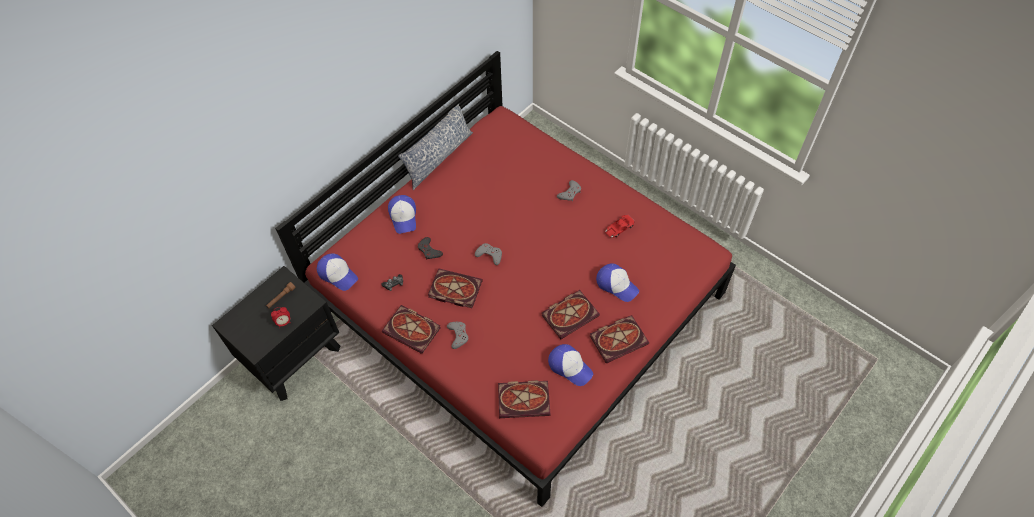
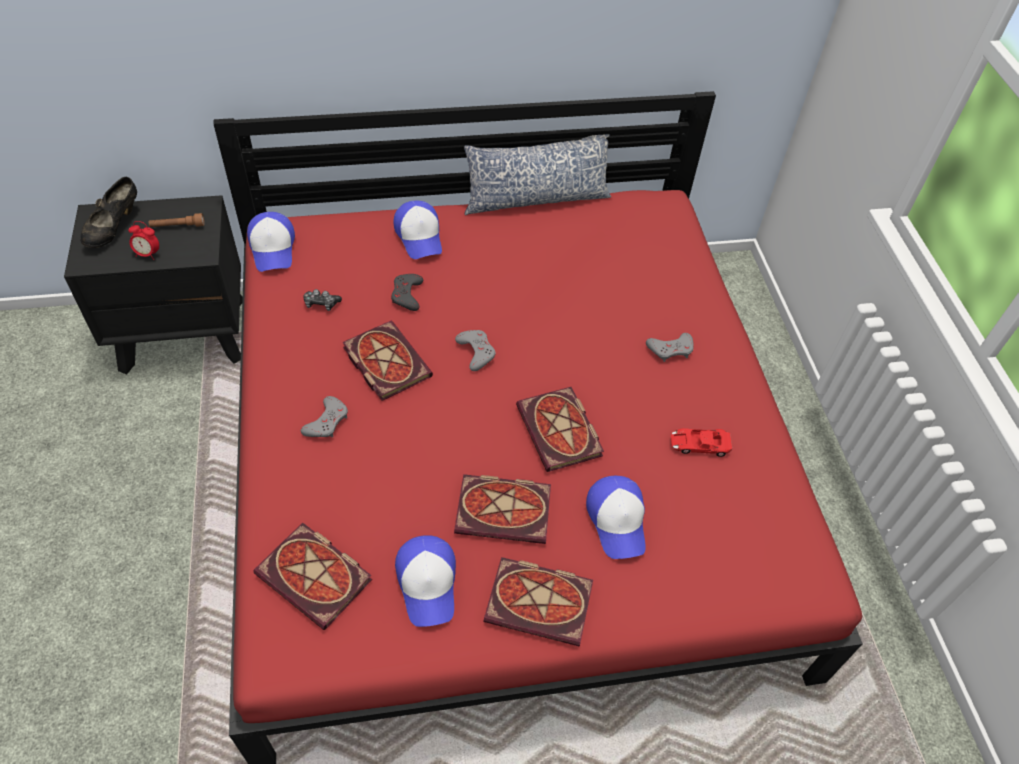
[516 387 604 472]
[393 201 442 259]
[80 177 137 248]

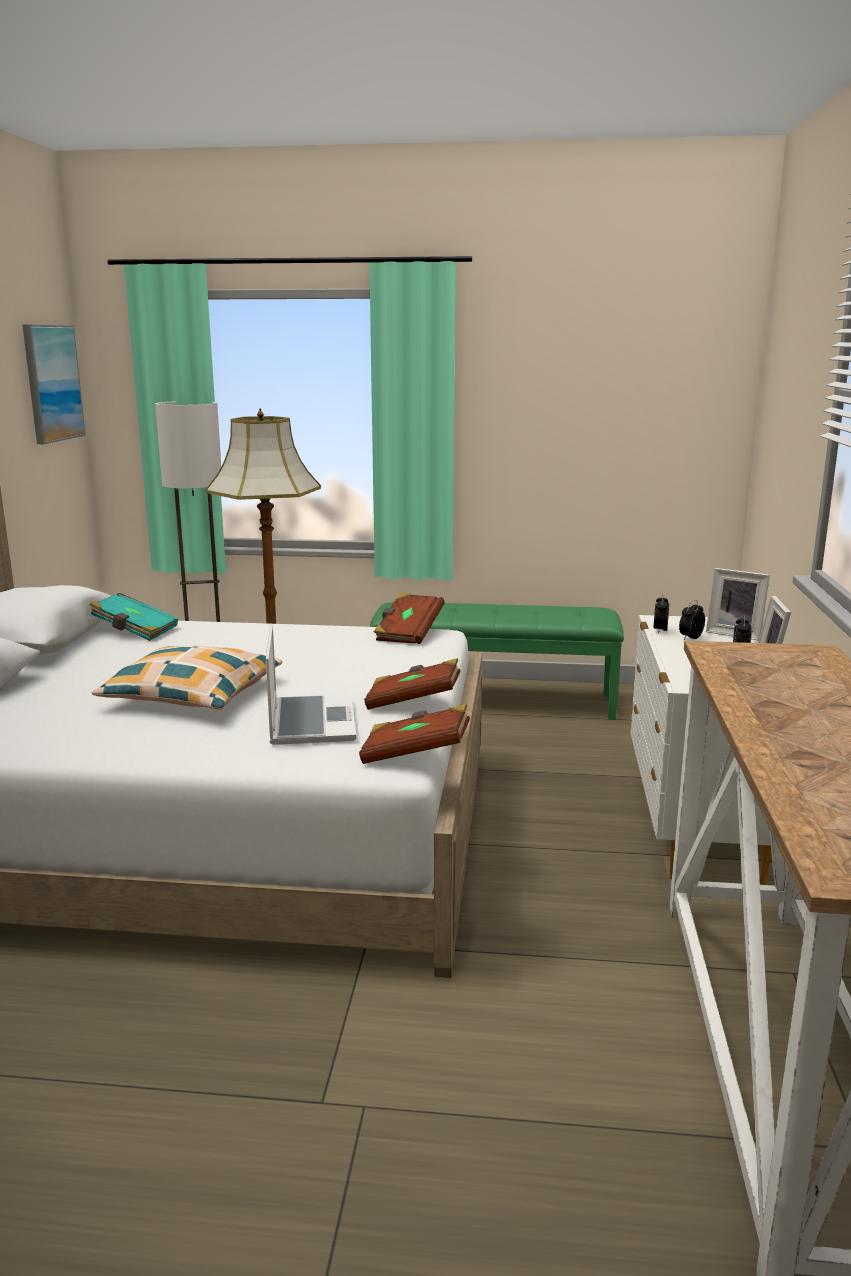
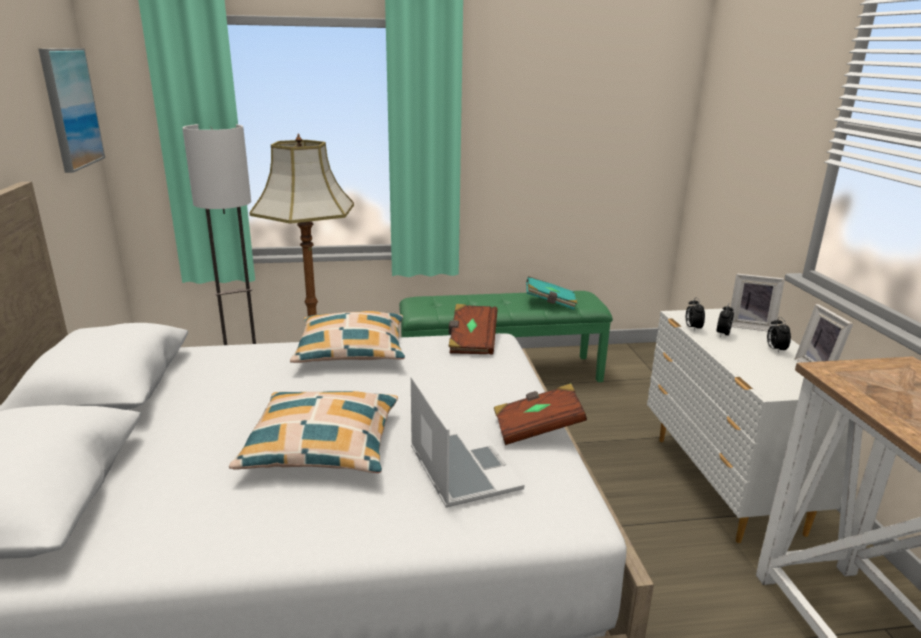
[526 276 578 310]
[359 704 470 764] (first image)
[290 311 405 363]

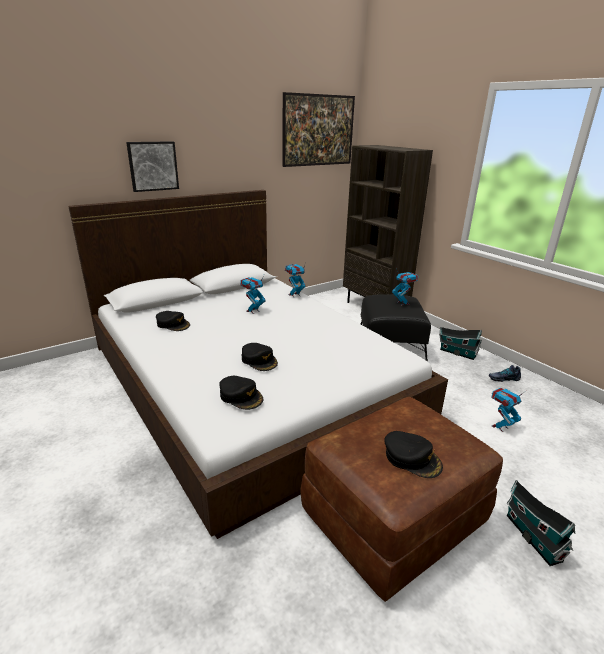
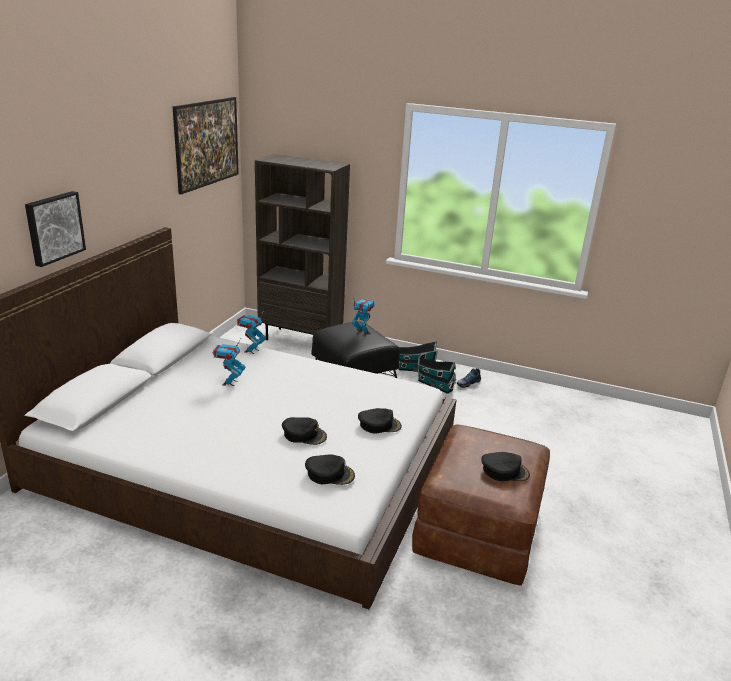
[358 408 402 434]
[491 388 526 432] (first image)
[417 356 456 394]

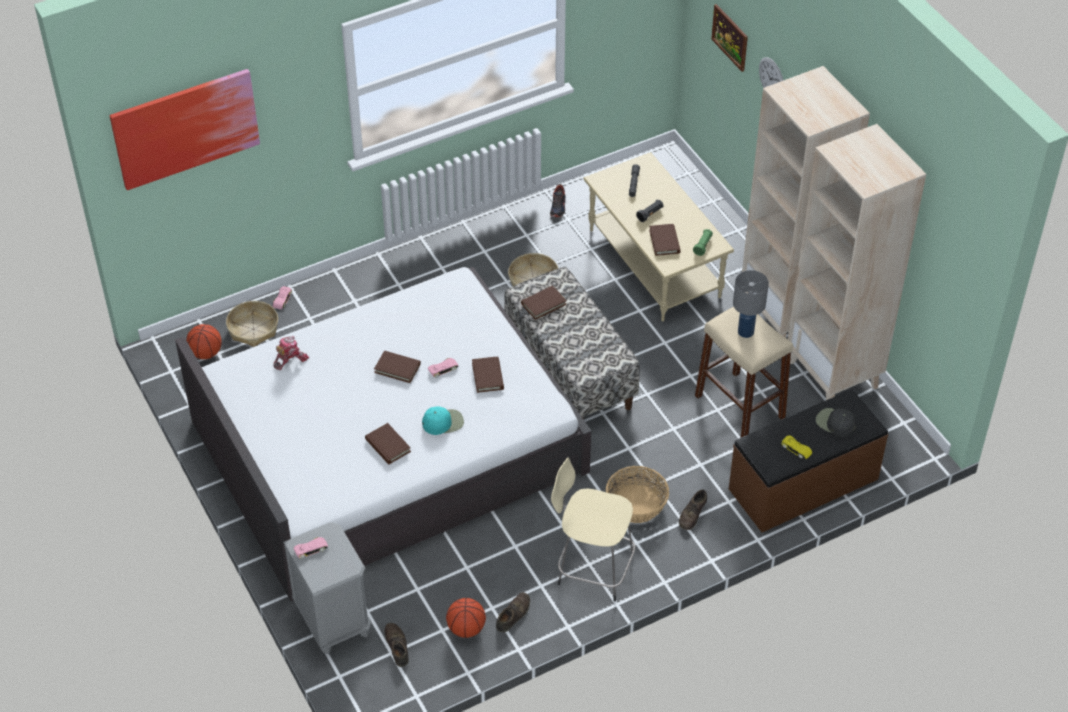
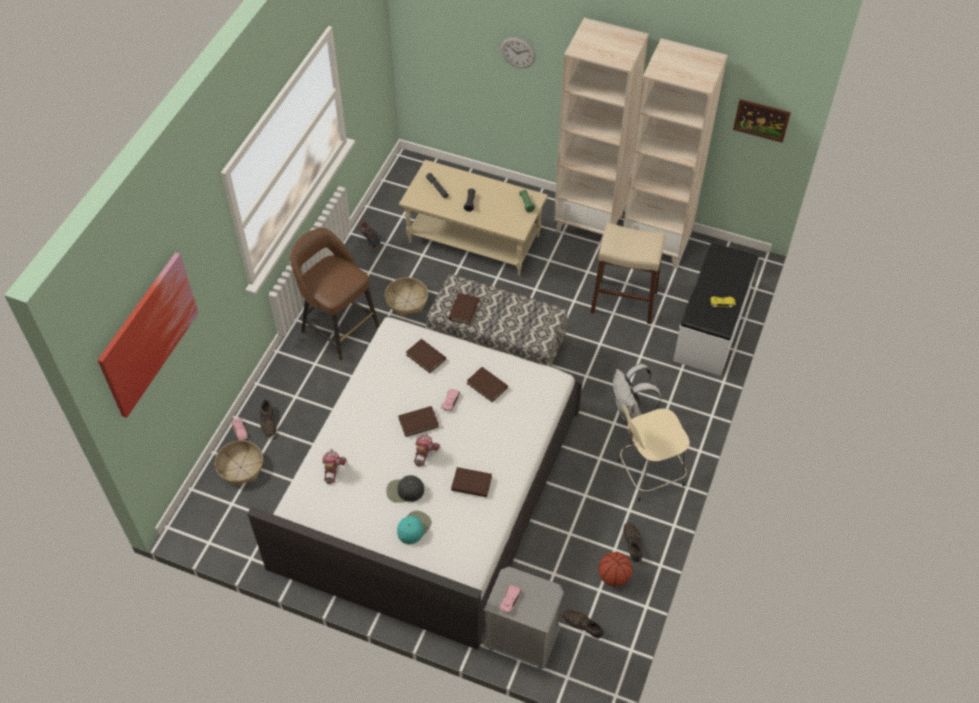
[186 324 221 359] (first image)
[397 511 431 544]
[613 364 661 422]
[406 339 446 373]
[260 400 276 437]
[733 99 791 143]
[673 242 759 376]
[733 270 769 338] (first image)
[386 475 424 503]
[289 228 379 361]
[414 433 440 467]

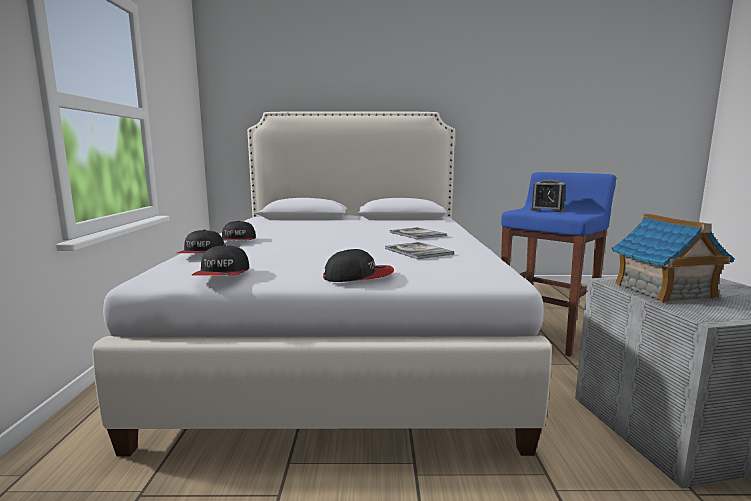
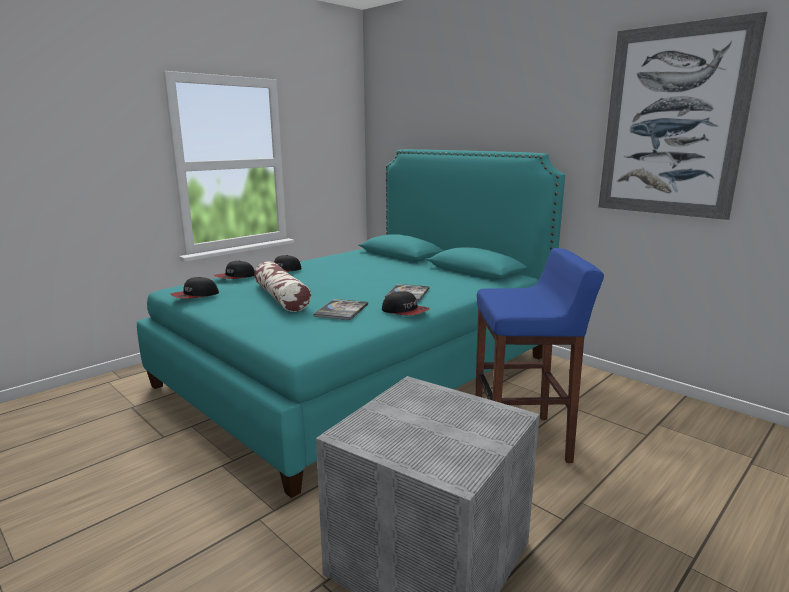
[137 149 565 498]
[382 291 430 315]
[530 180 566 212] (first image)
[612 214 735 303] (first image)
[254 262 311 312]
[598 11 767 220]

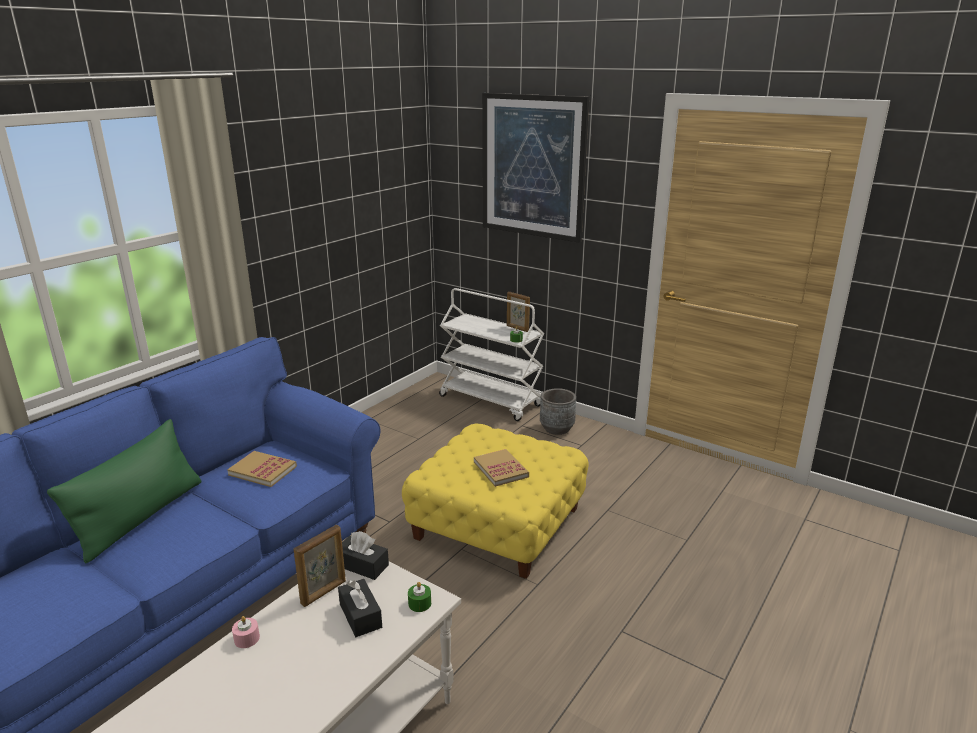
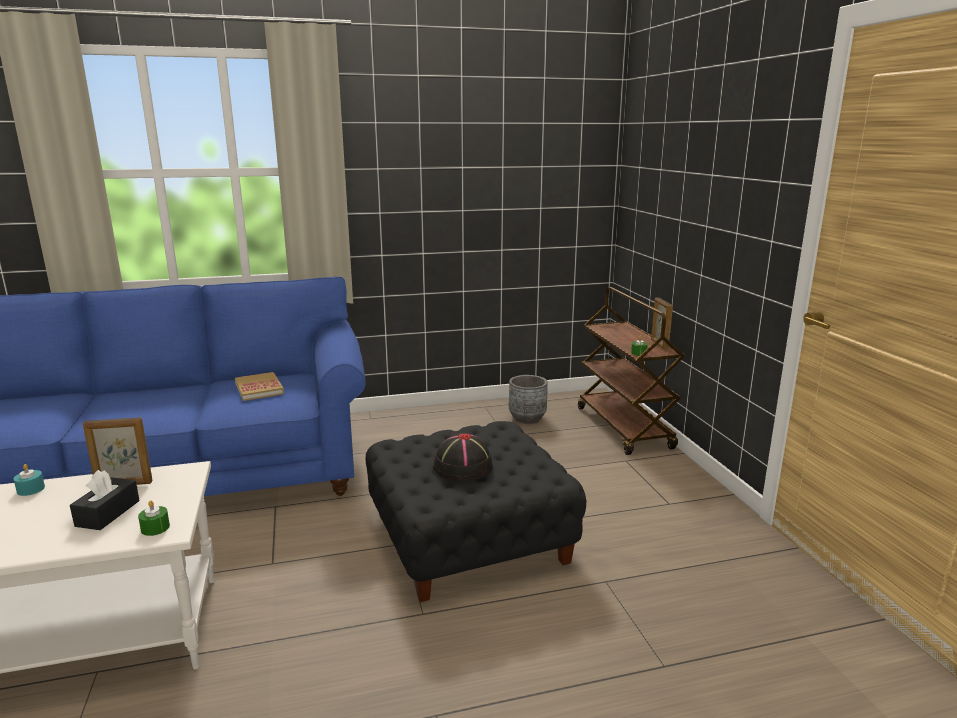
[47 419 201 564] (first image)
[13 464 45 496]
[342 531 389 580] (first image)
[365 421 586 602]
[578 287 685 455]
[433 433 493 481]
[482 93 589 243] (first image)
[509 375 548 424]

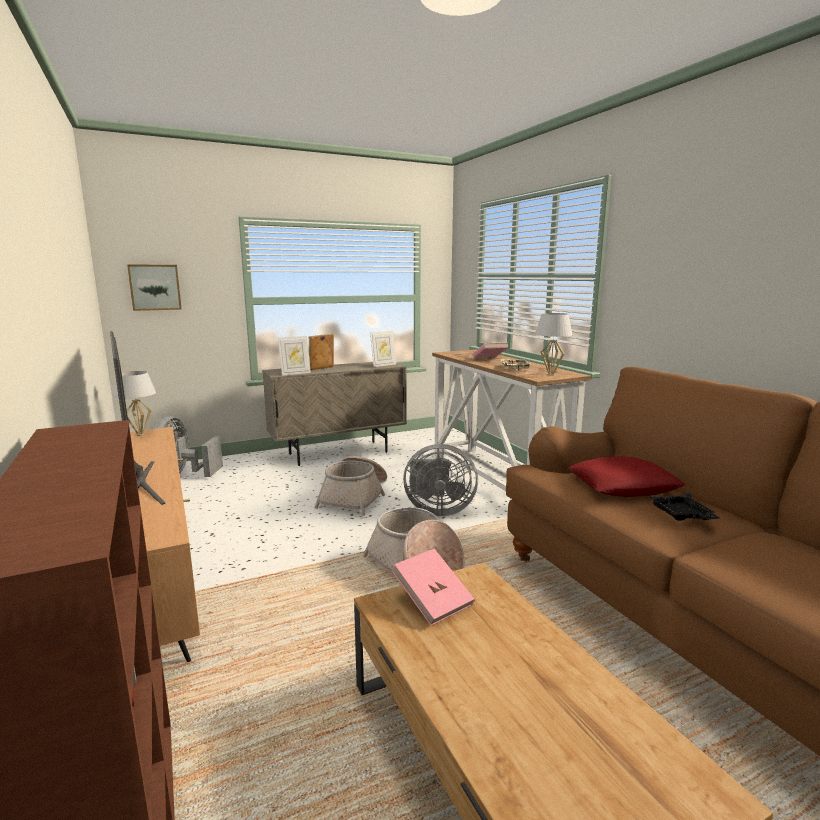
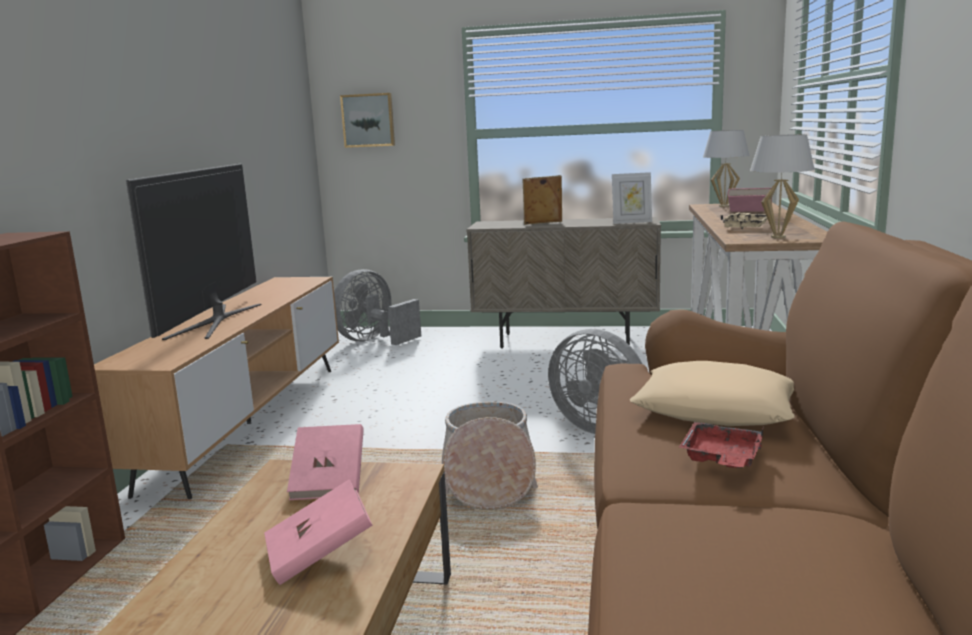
[703 130 749 207]
[278 336 311 376] (first image)
[314 456 387 516] (first image)
[630 361 795 426]
[679 422 764 468]
[264 479 372 585]

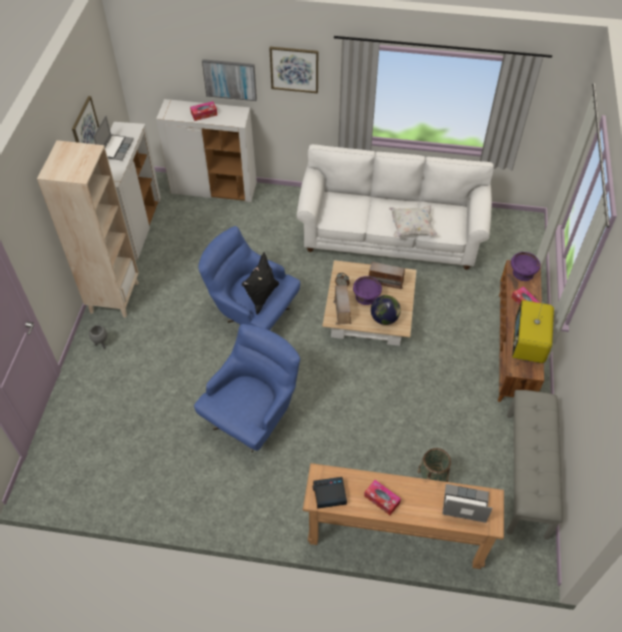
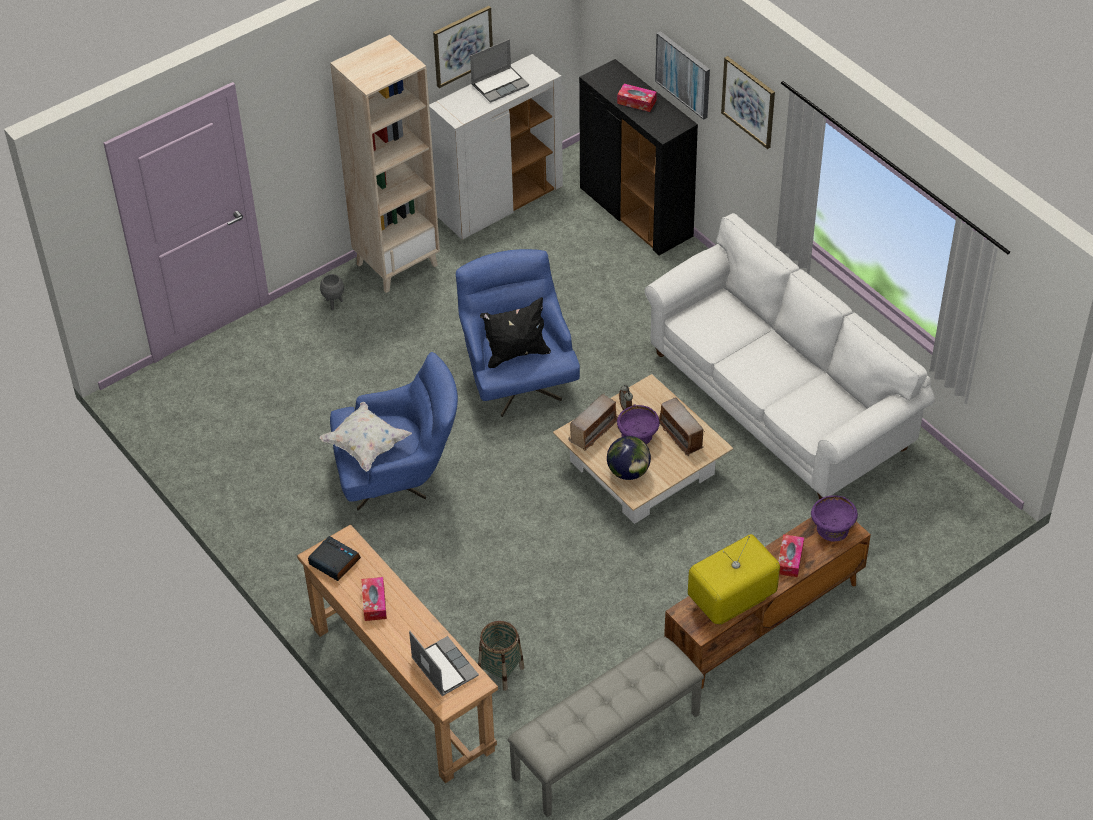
[579 59 698 255]
[319 402 412 472]

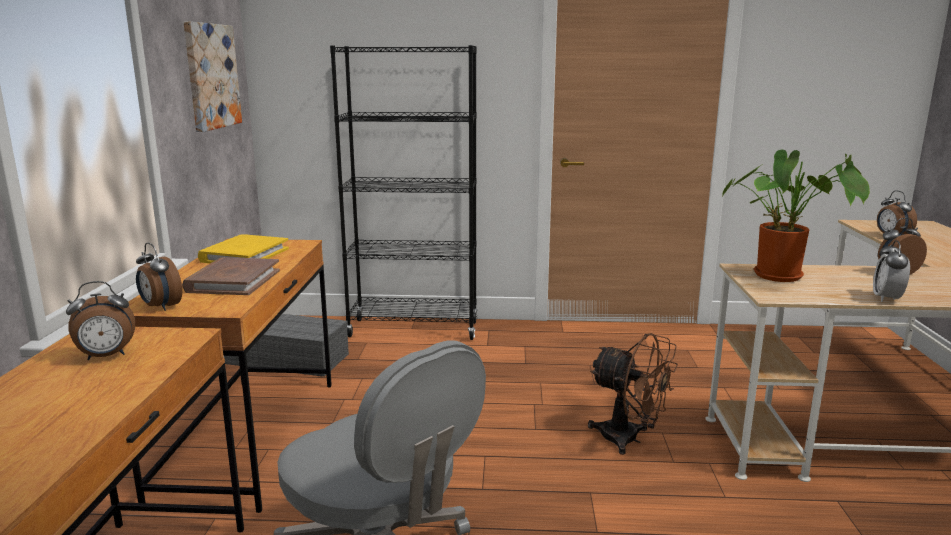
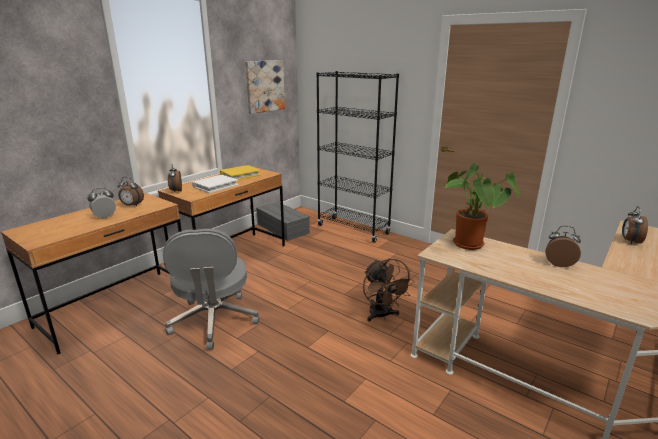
[192 175 239 193]
[87 188 116 219]

